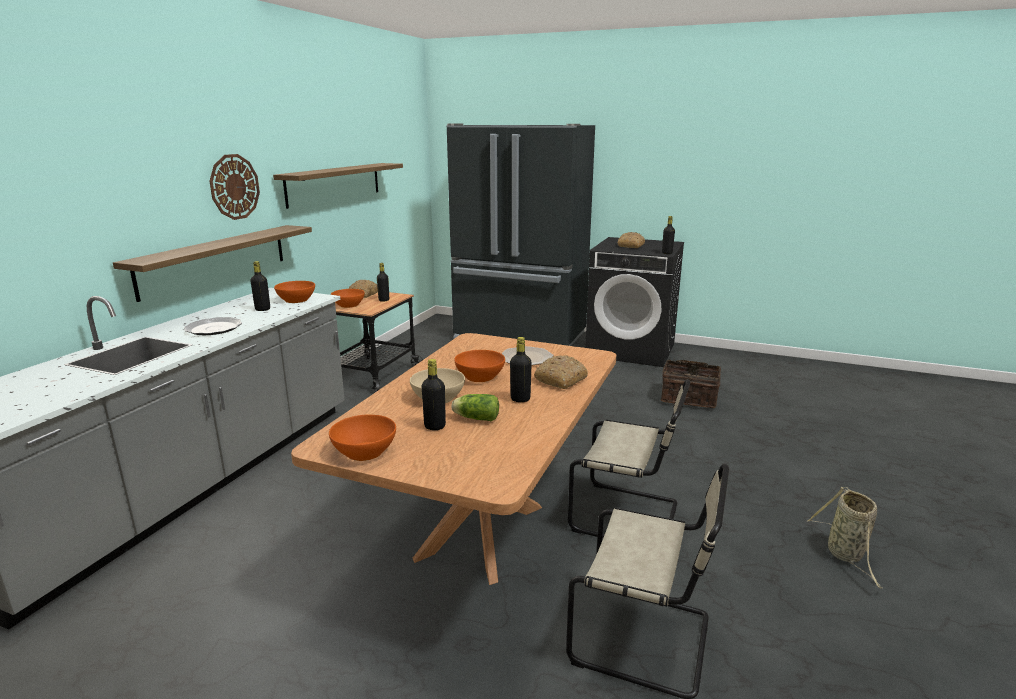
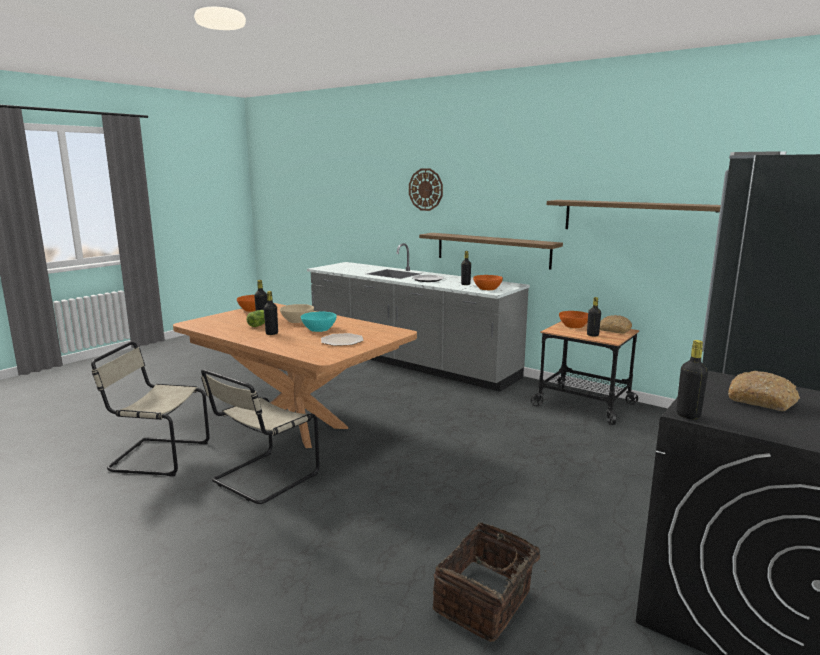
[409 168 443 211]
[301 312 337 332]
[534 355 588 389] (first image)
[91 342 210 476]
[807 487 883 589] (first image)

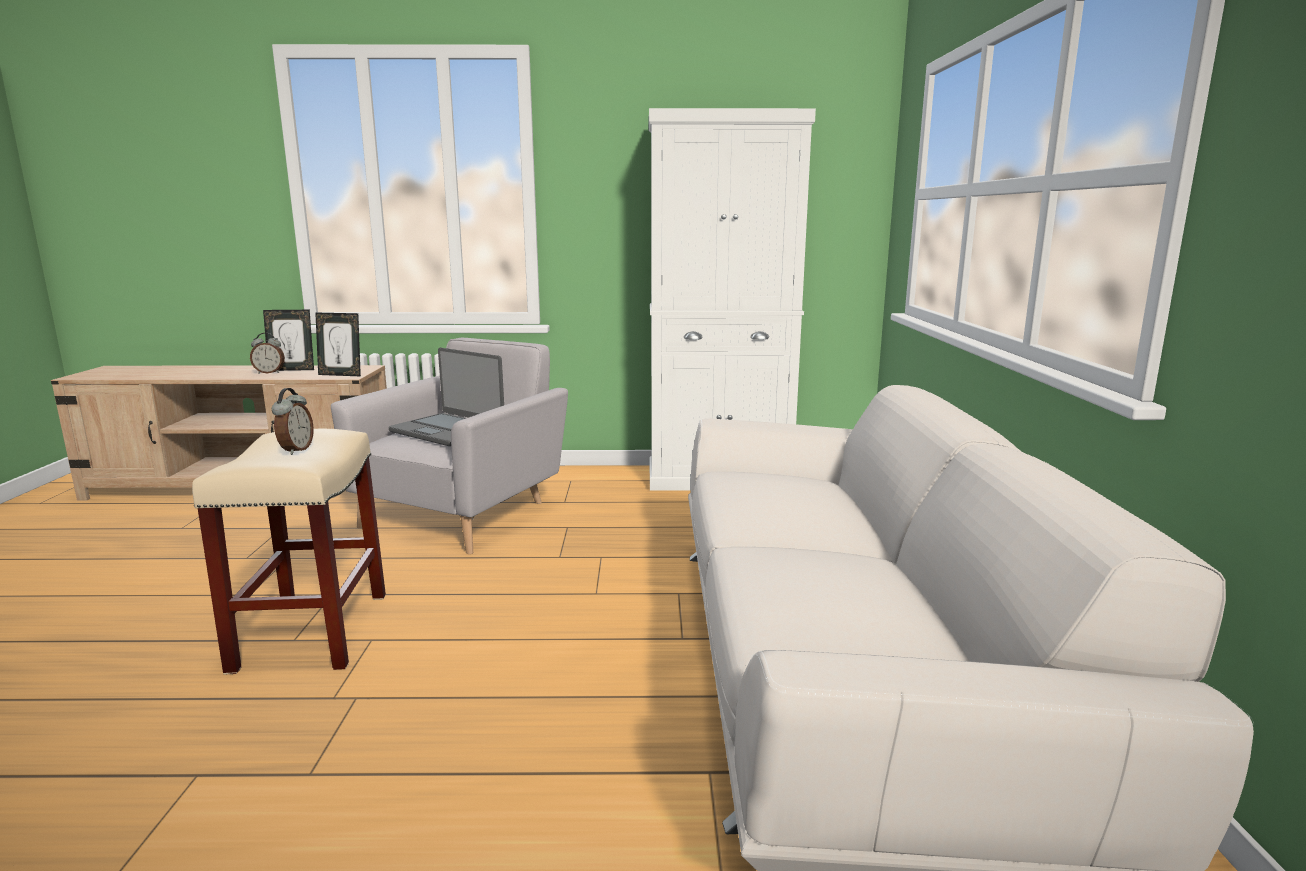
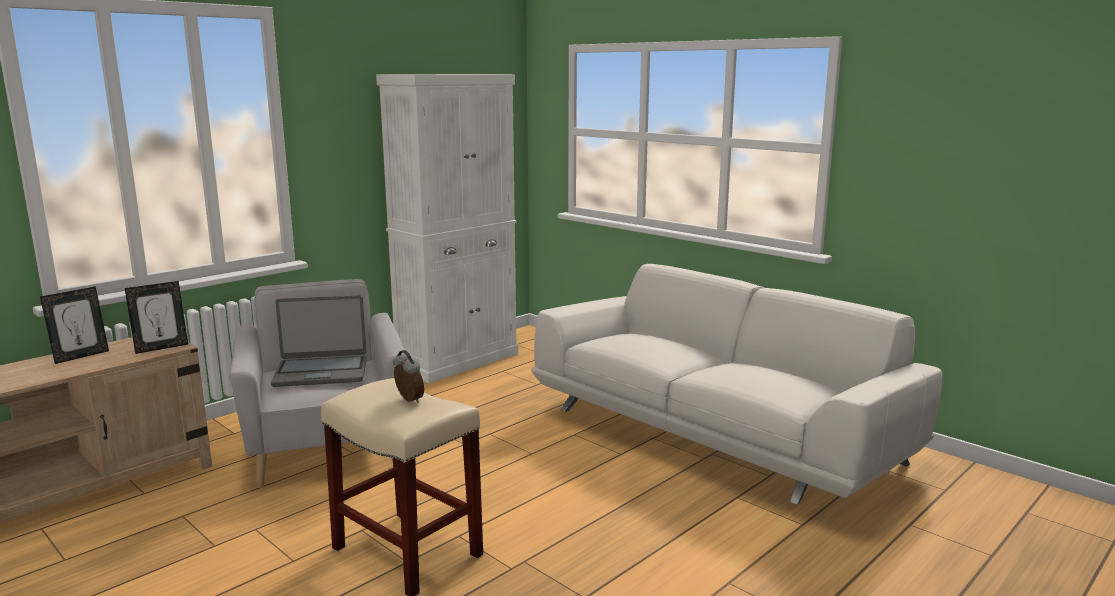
[250 333 285 373] (first image)

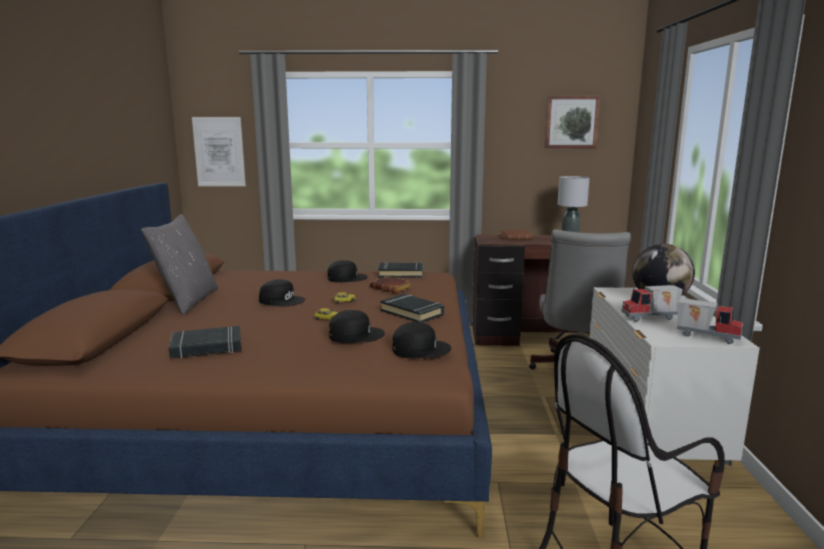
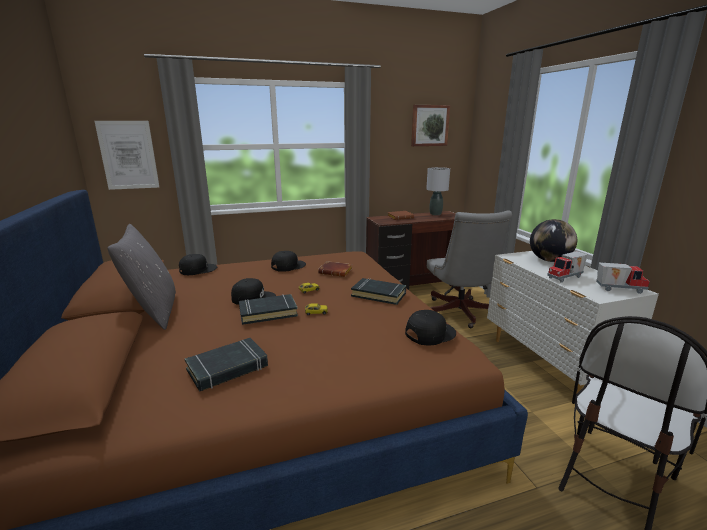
[179 254 217 275]
[239 294 298 325]

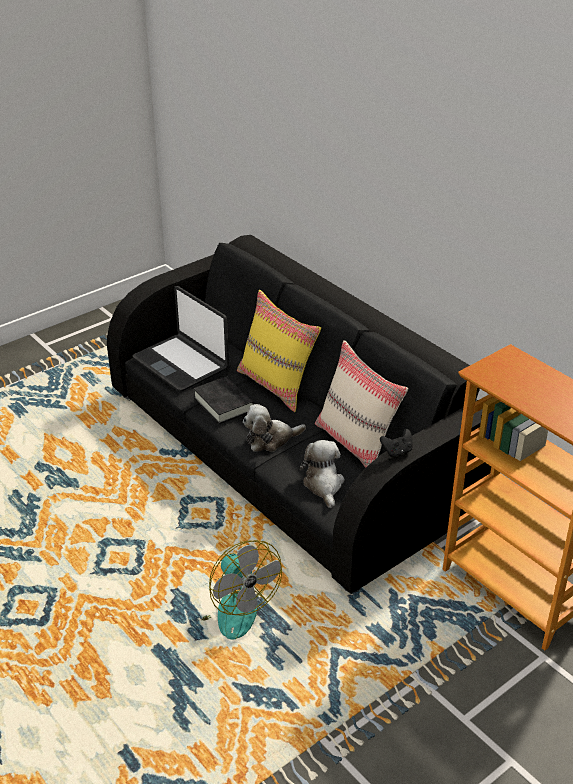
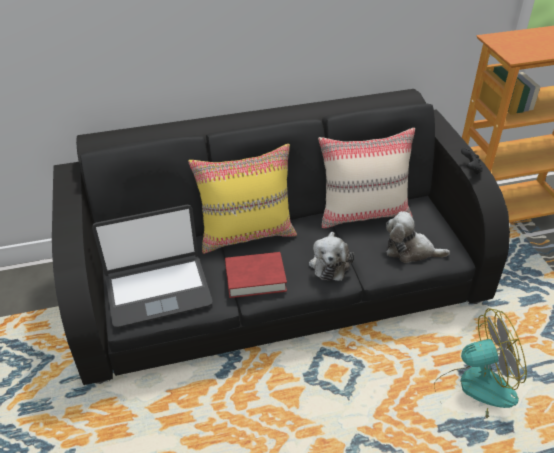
[225 252 287 298]

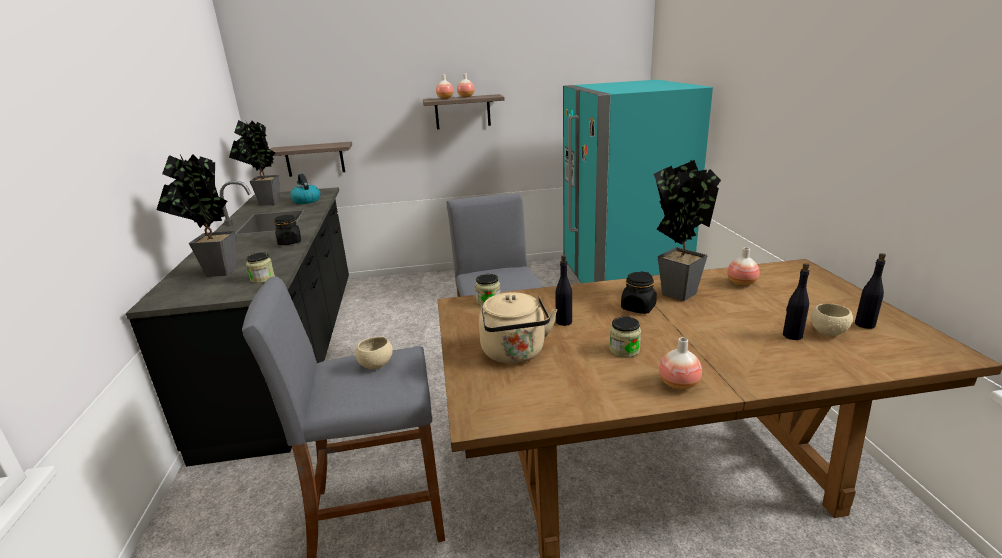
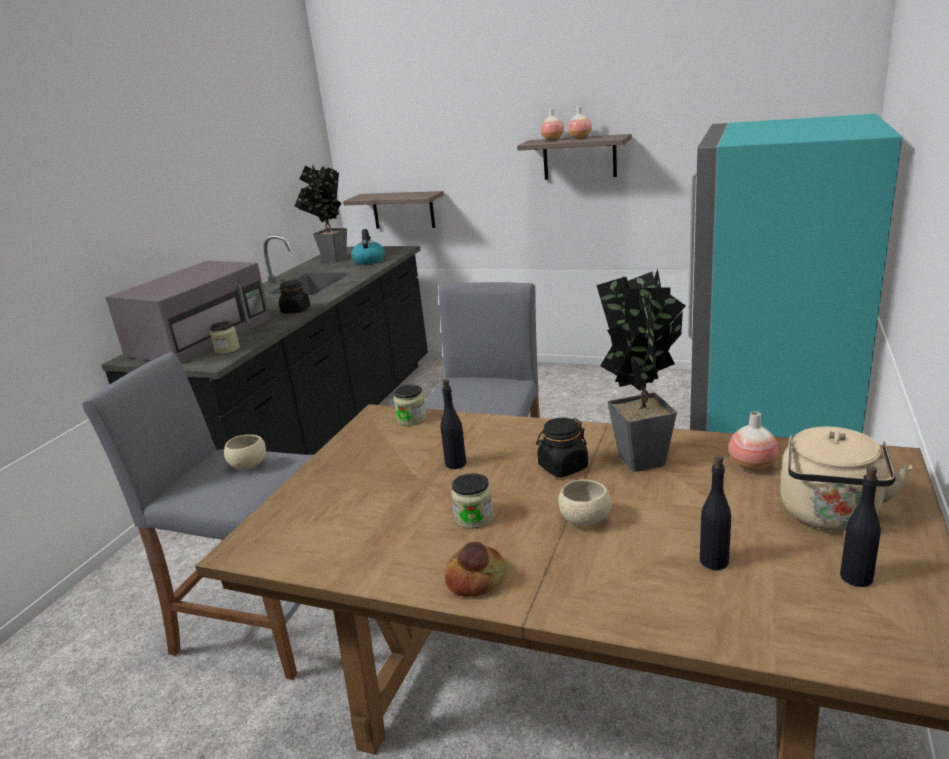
[106 261 270 363]
[780 427 912 531]
[445 542 506 597]
[558 480 612 526]

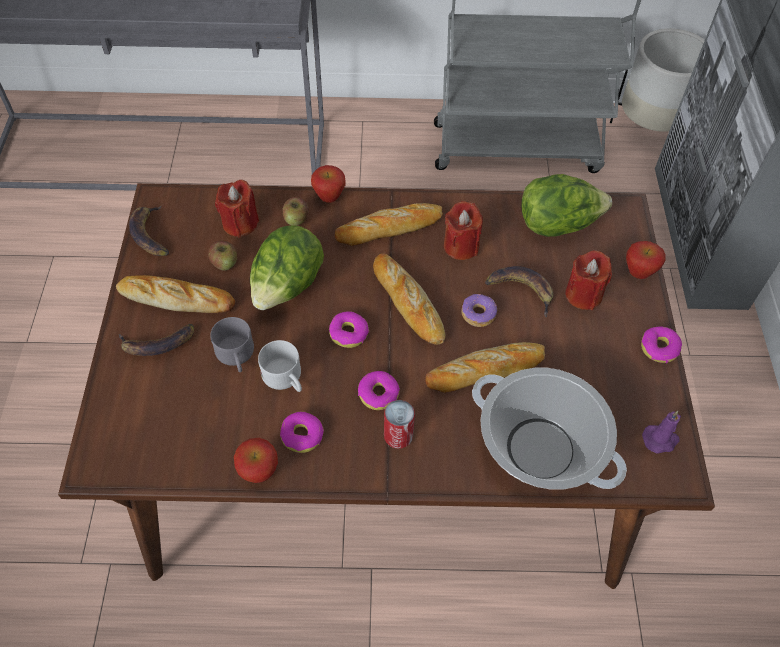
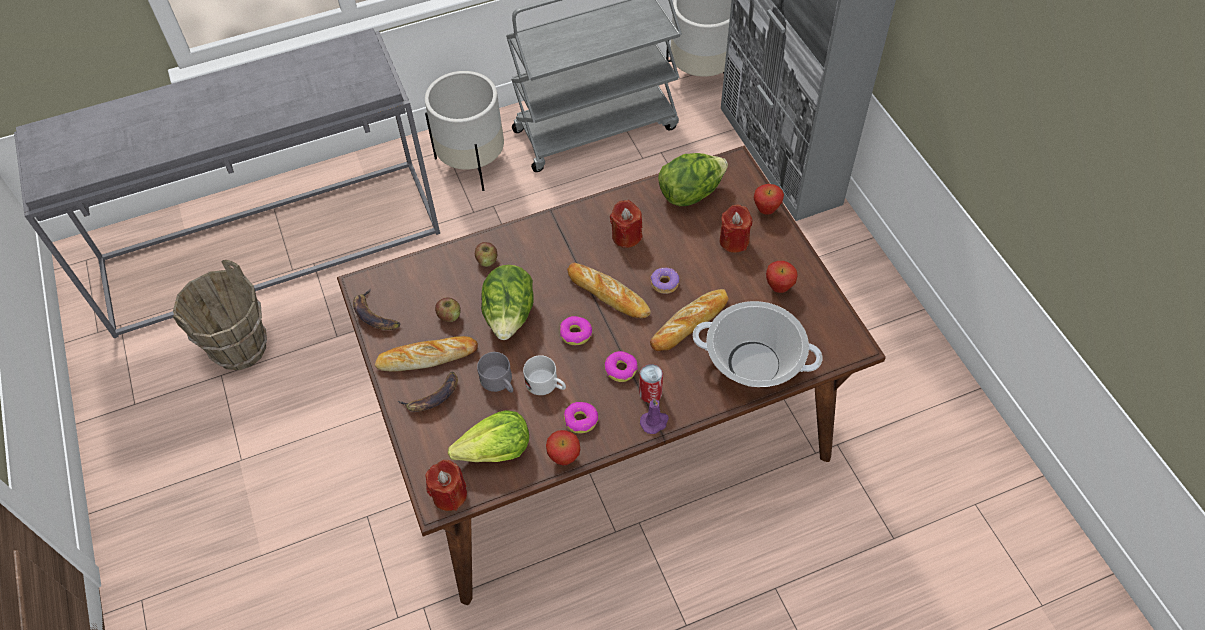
[425 460 467 511]
[766 261 798 293]
[335 203 443 246] (first image)
[485 266 554 318] (first image)
[641 327 682 363] (first image)
[640 398 669 434]
[173 260 267 370]
[425 71 504 191]
[448 410 529 462]

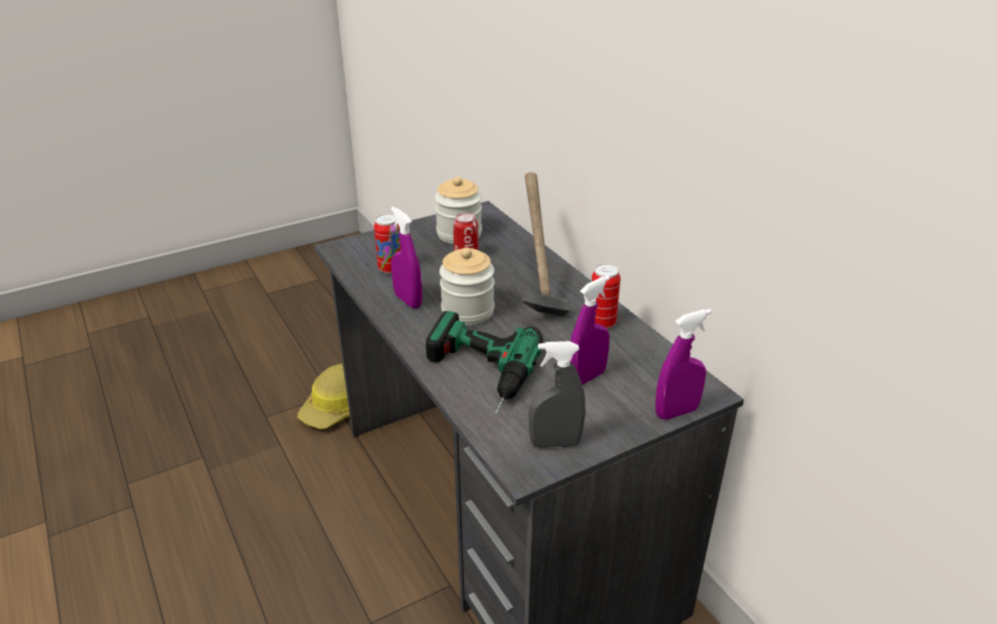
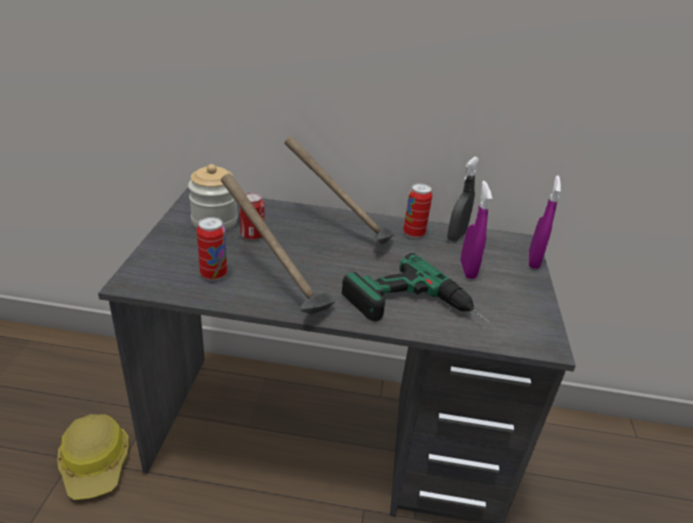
[221 174 336 315]
[439 247 494 325] (first image)
[447 157 479 242]

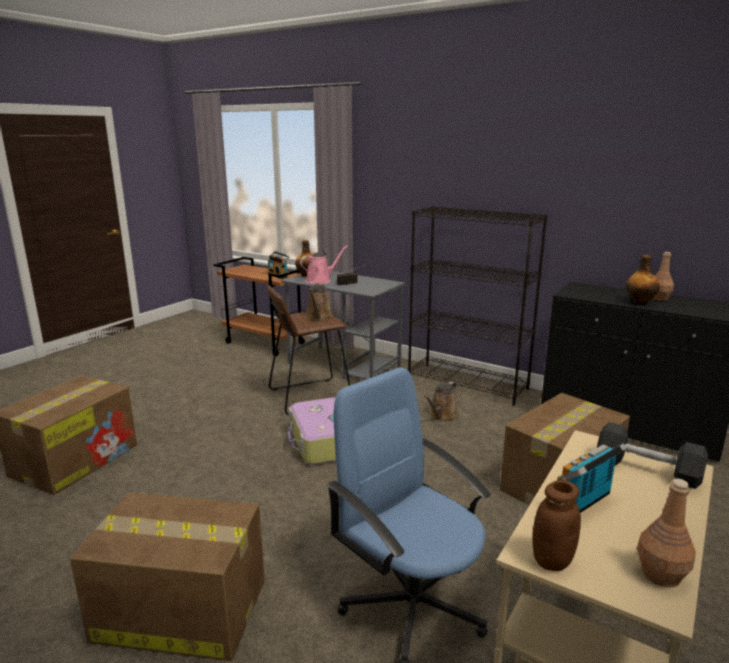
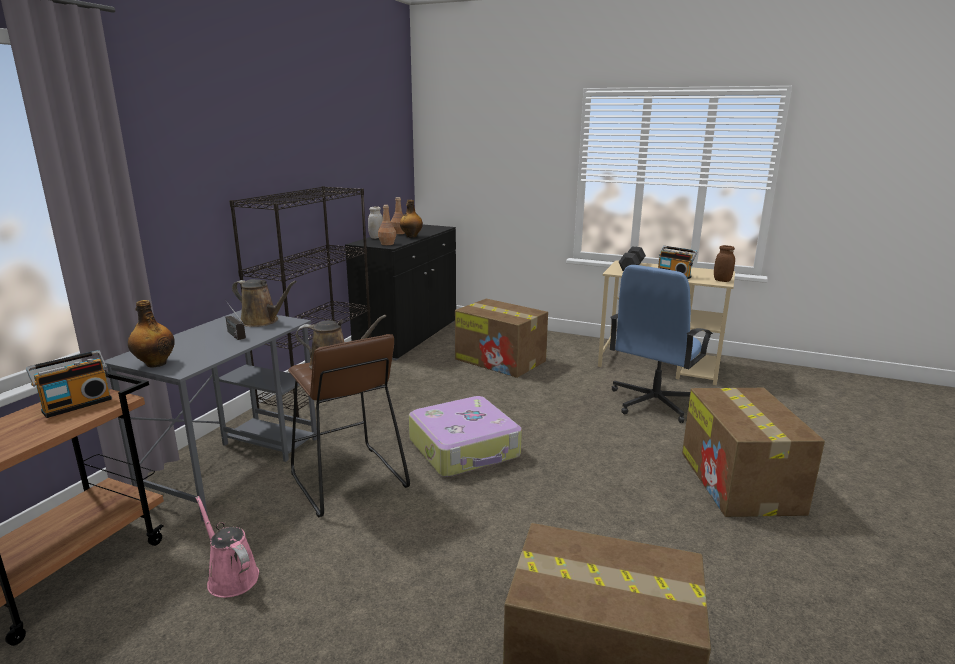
[196 496 259 598]
[232 279 297 327]
[378 205 396 245]
[368 206 383 239]

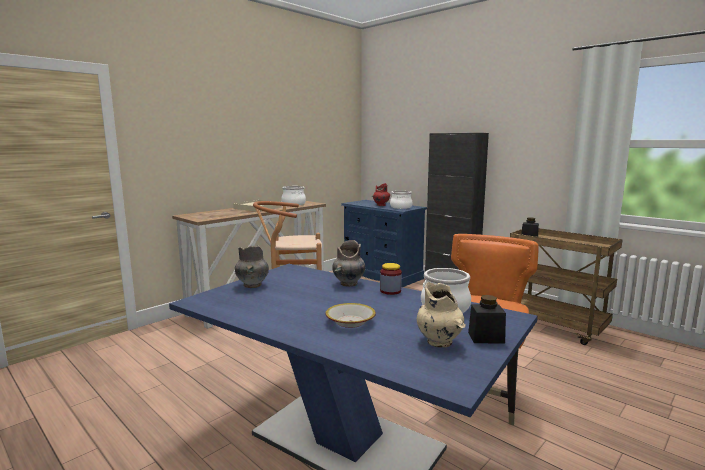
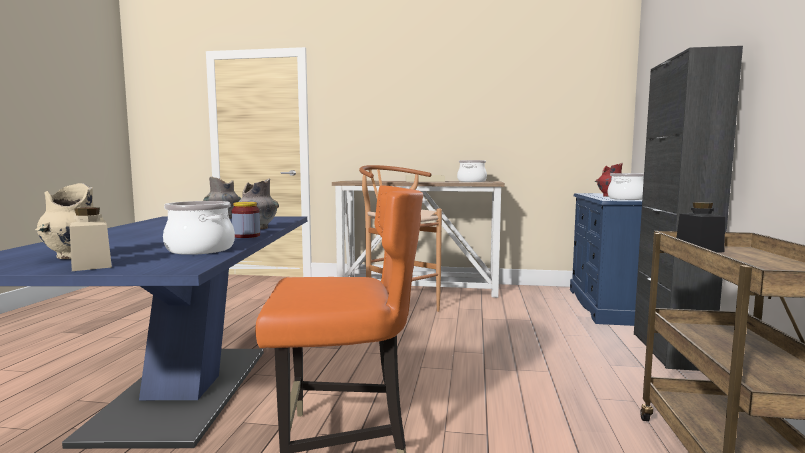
[325 303 376 328] (first image)
[70 207 112 271]

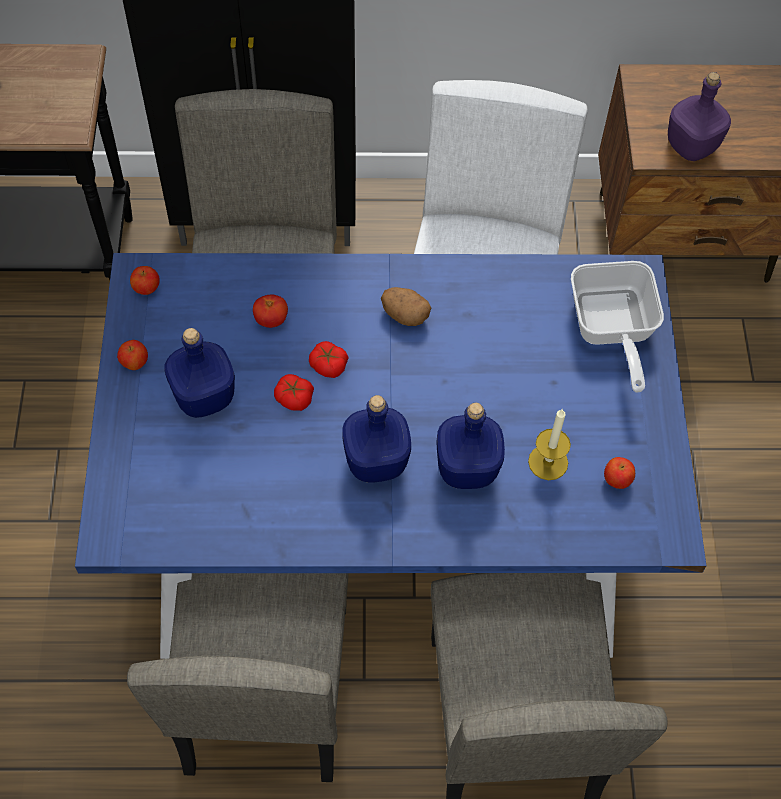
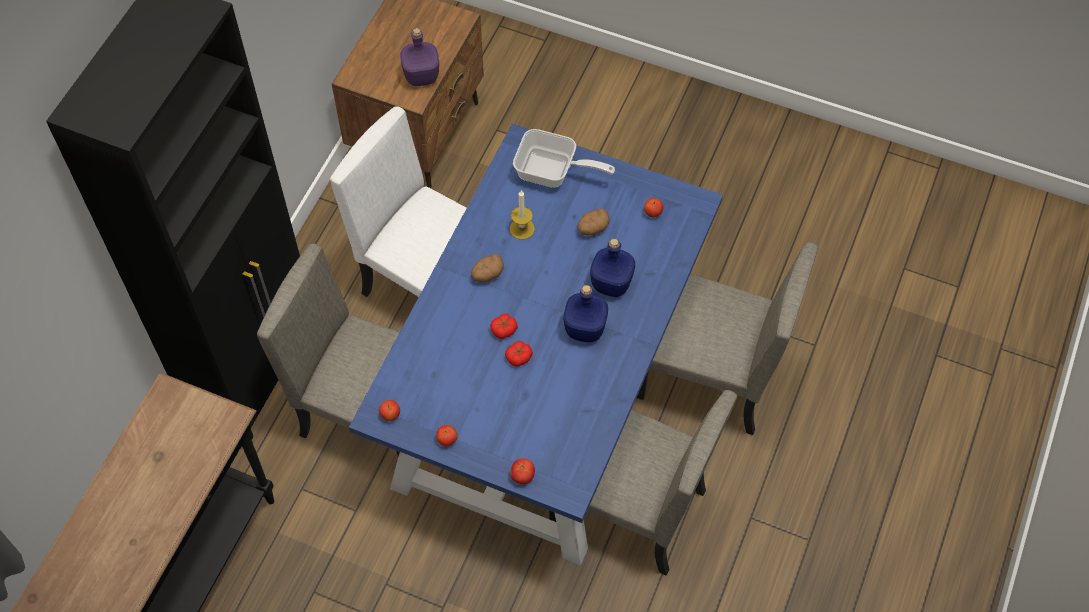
[164 328 235 418] (first image)
[511 458 535 484]
[510 191 535 240]
[578 209 609 236]

